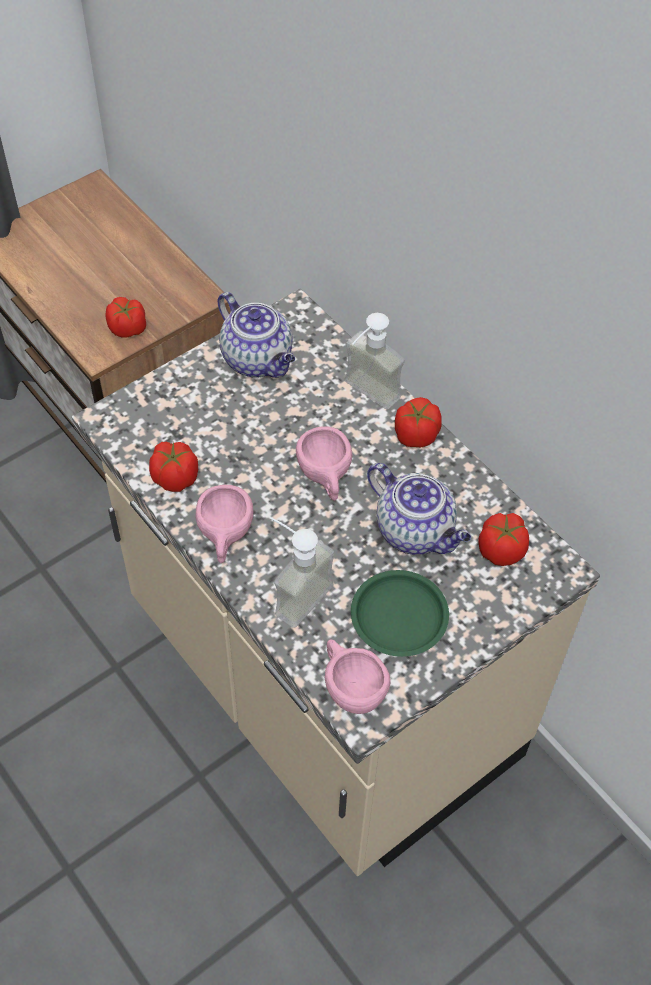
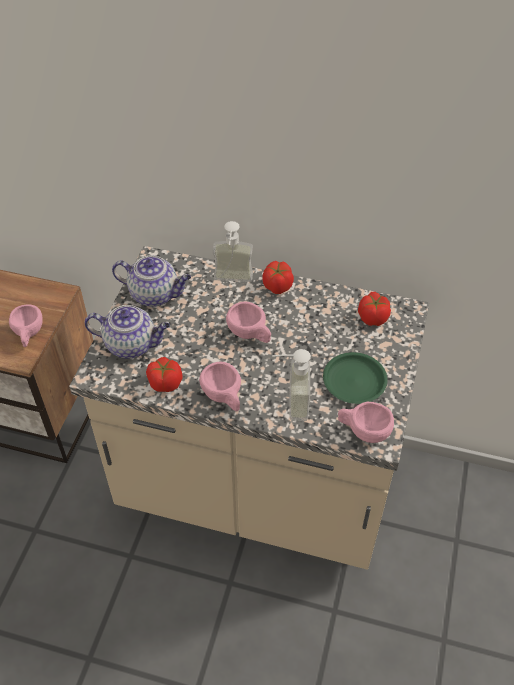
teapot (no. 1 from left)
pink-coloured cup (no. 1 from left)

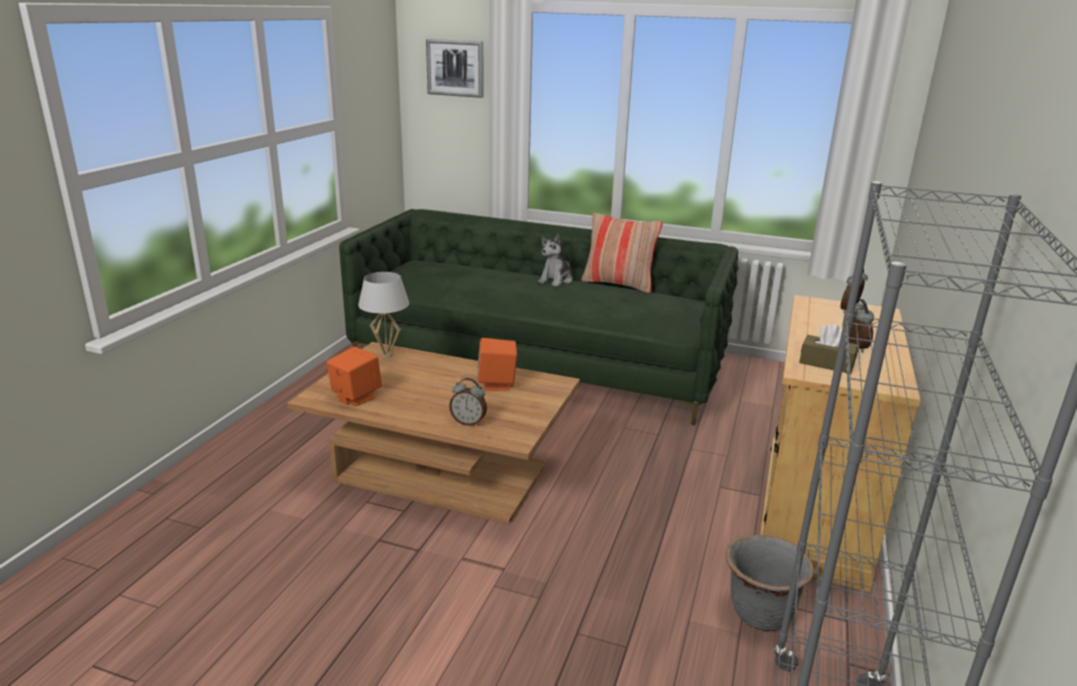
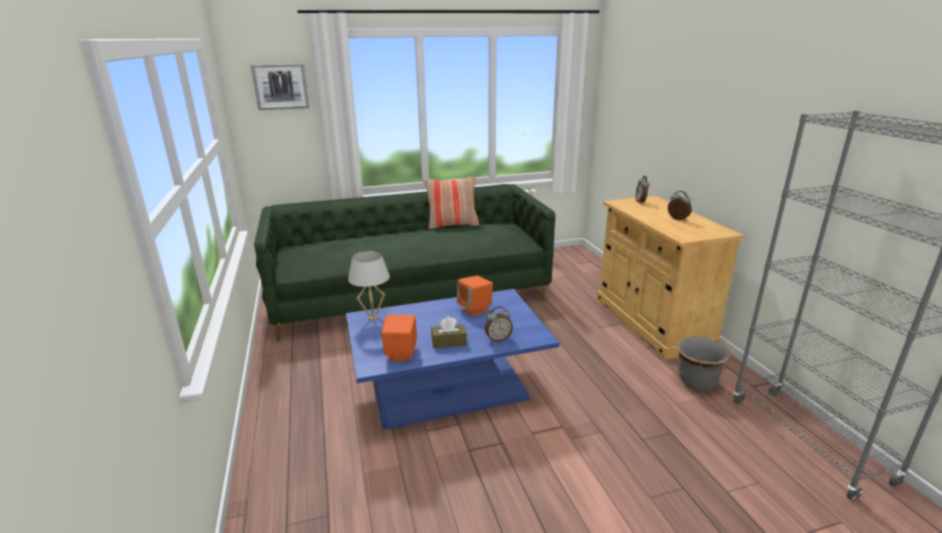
cuddly toy
brown tissue holder
blue-coloured coffee table

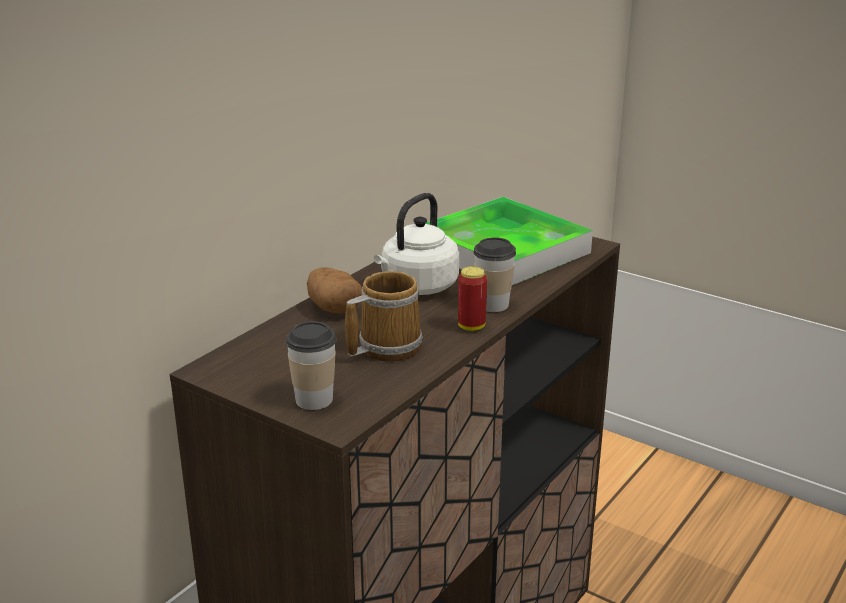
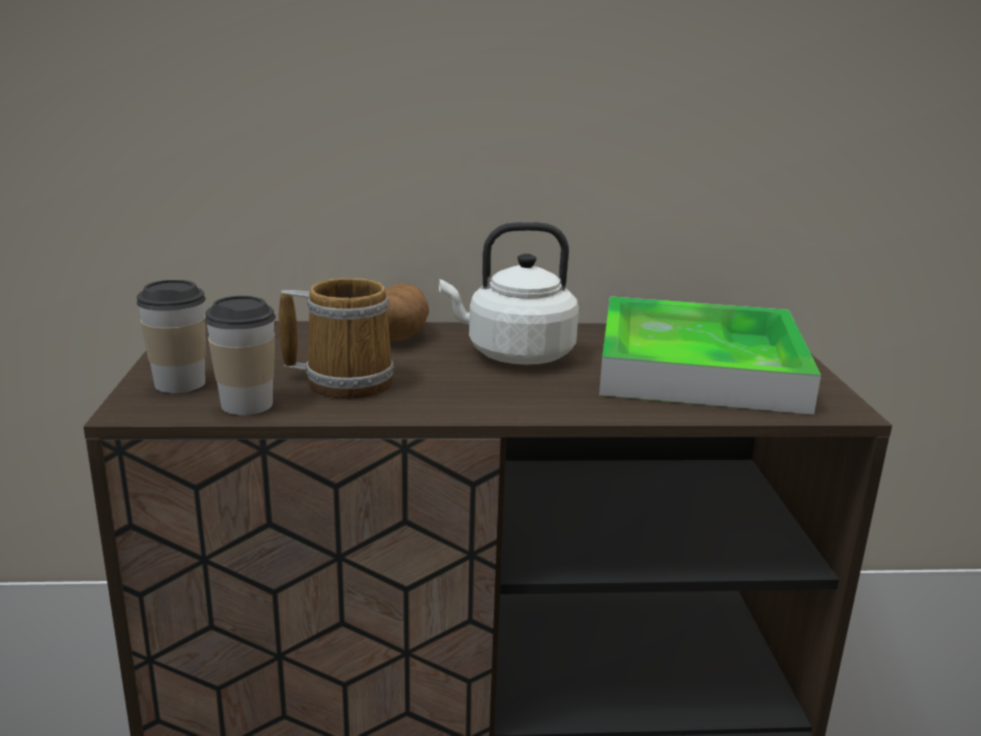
sealed can
cup (no. 2 from left)

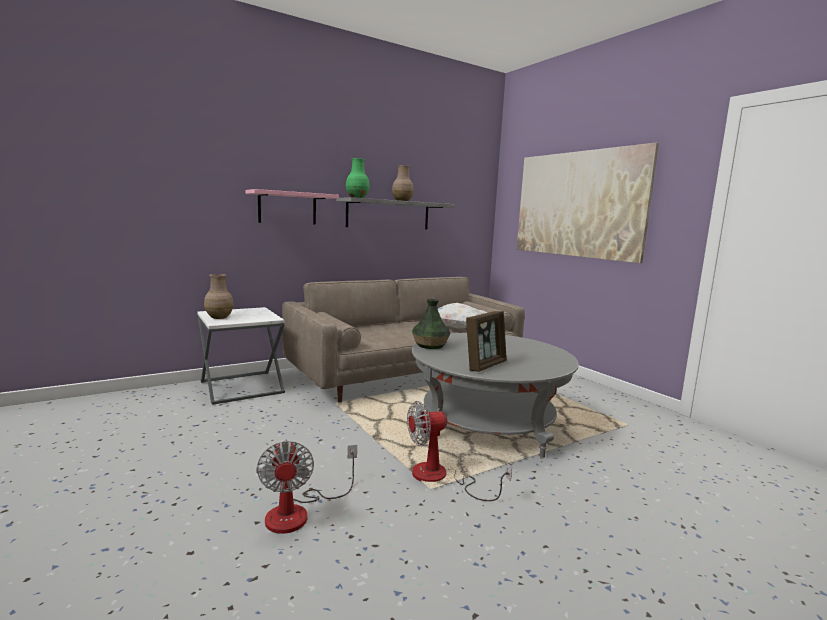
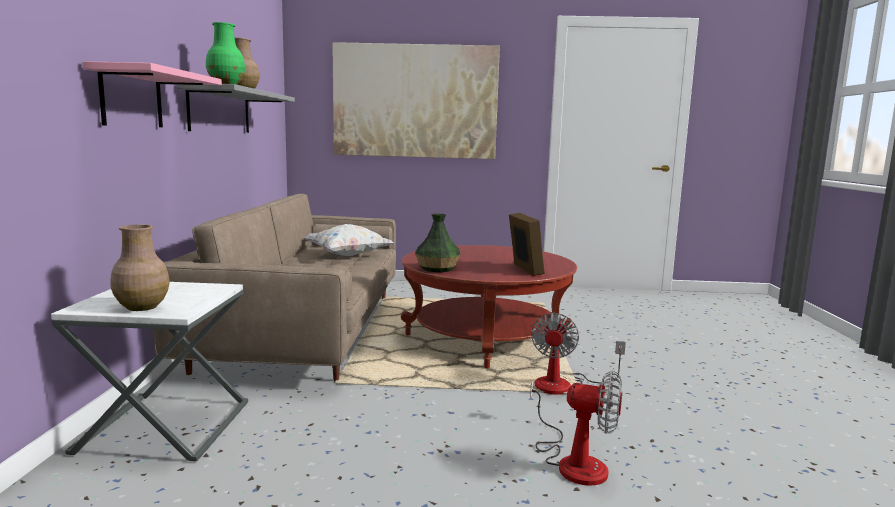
reddish coffee table

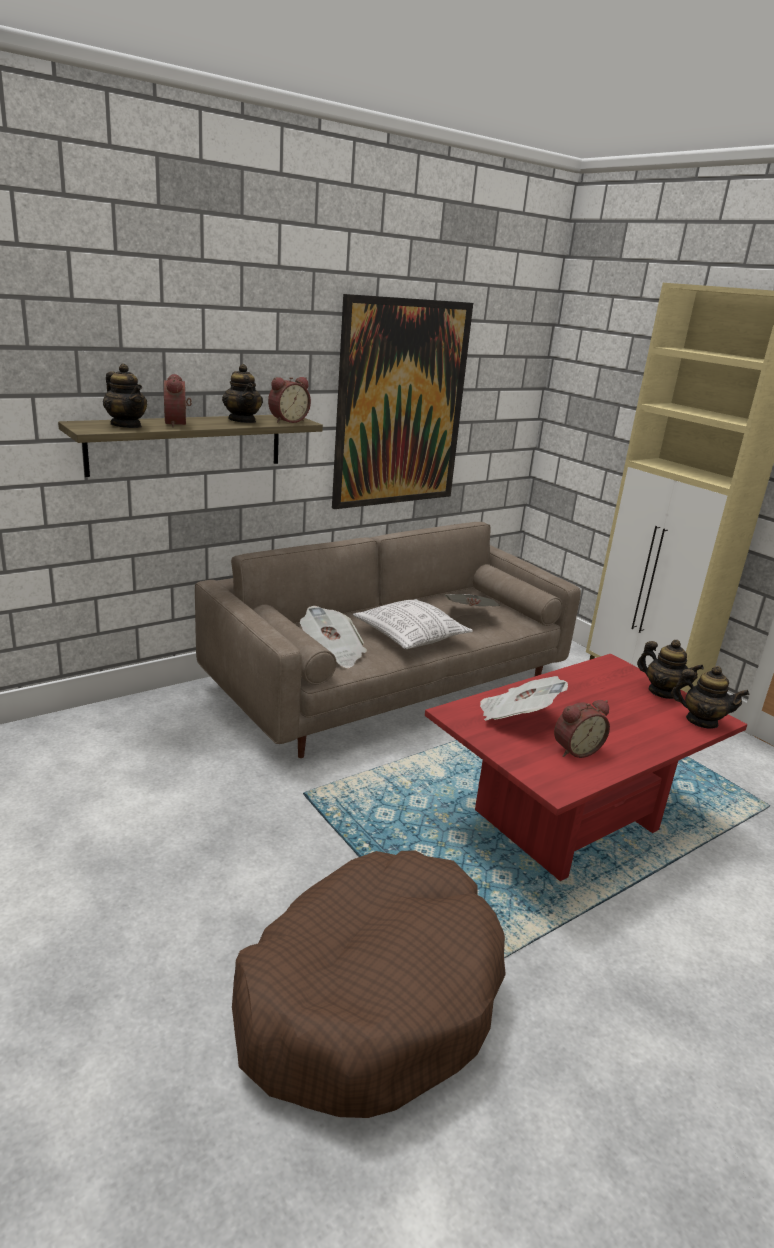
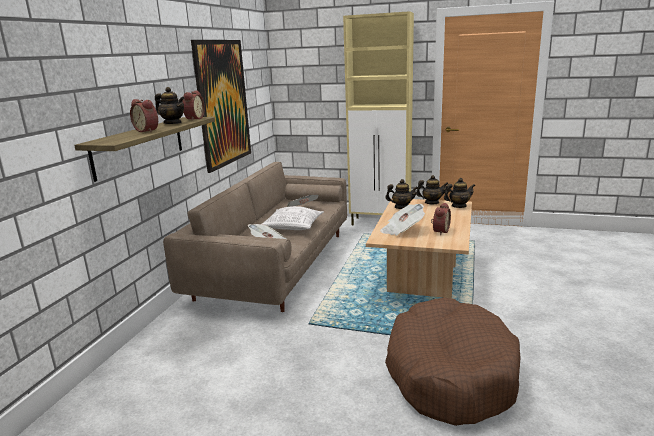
teapot (no. 2 from left)
beige-coloured coffee table

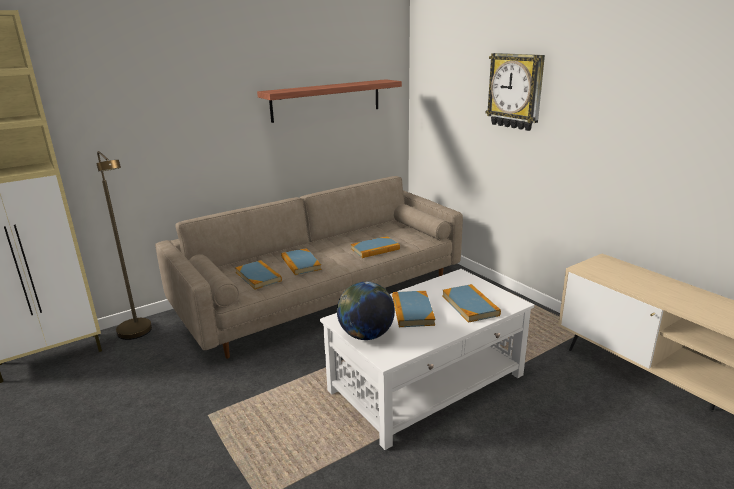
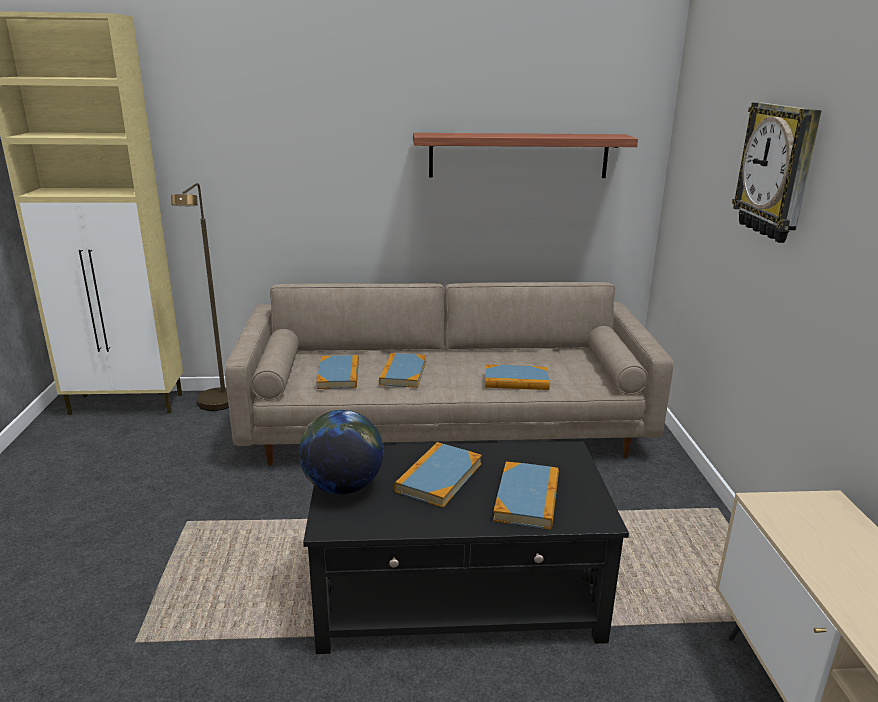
black coffee table

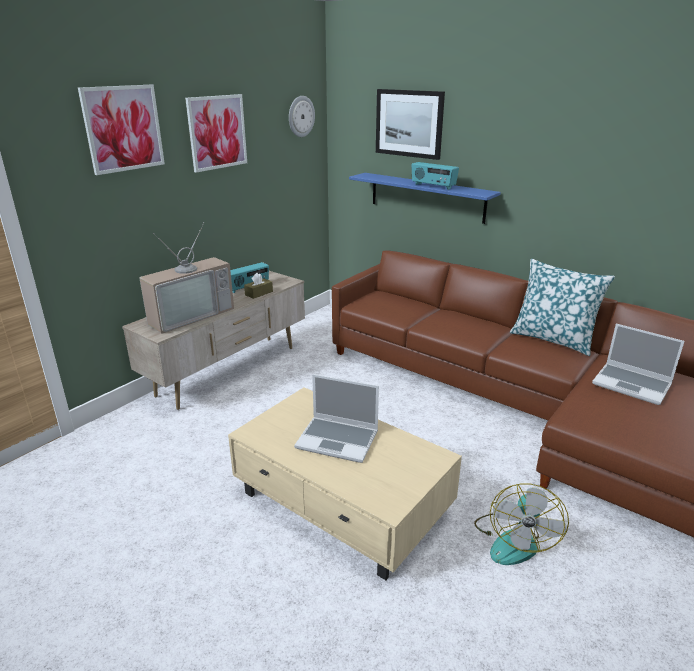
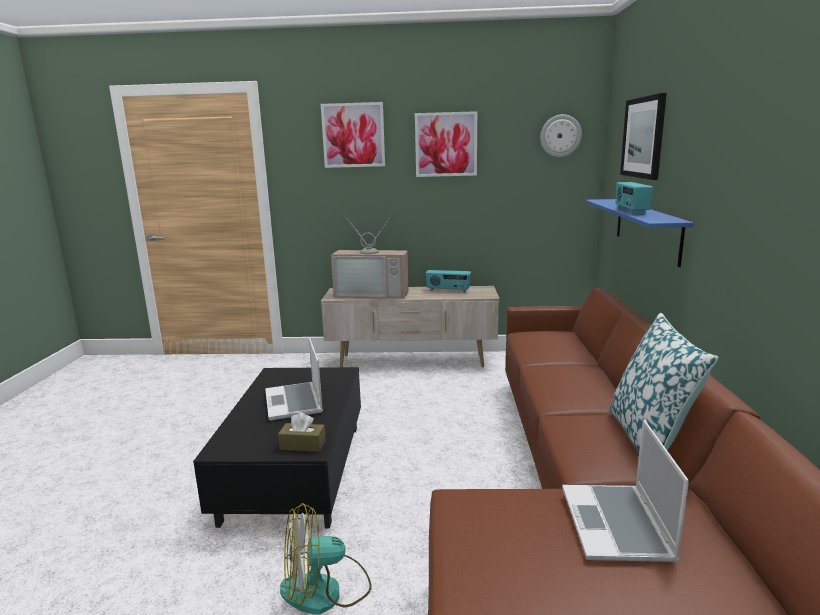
brown tissue holder
black coffee table

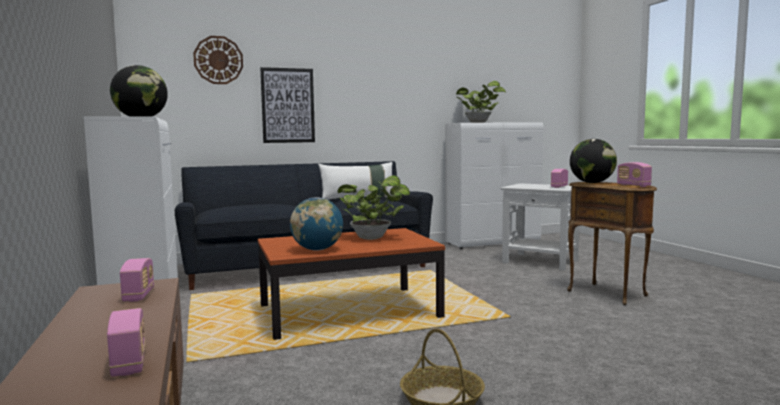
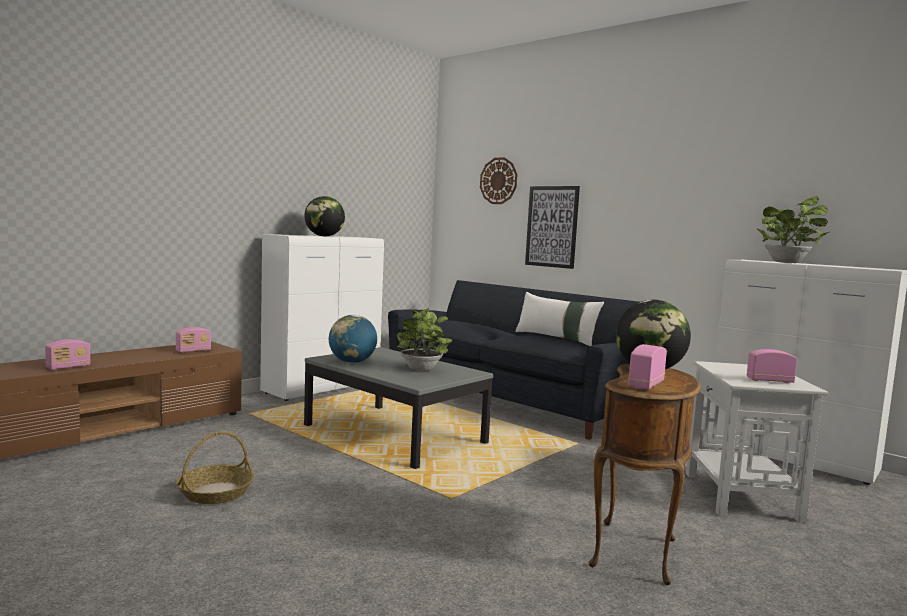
gray coffee table

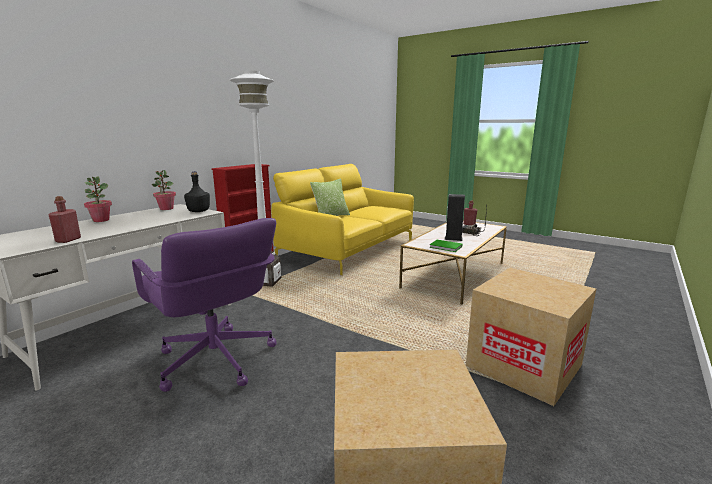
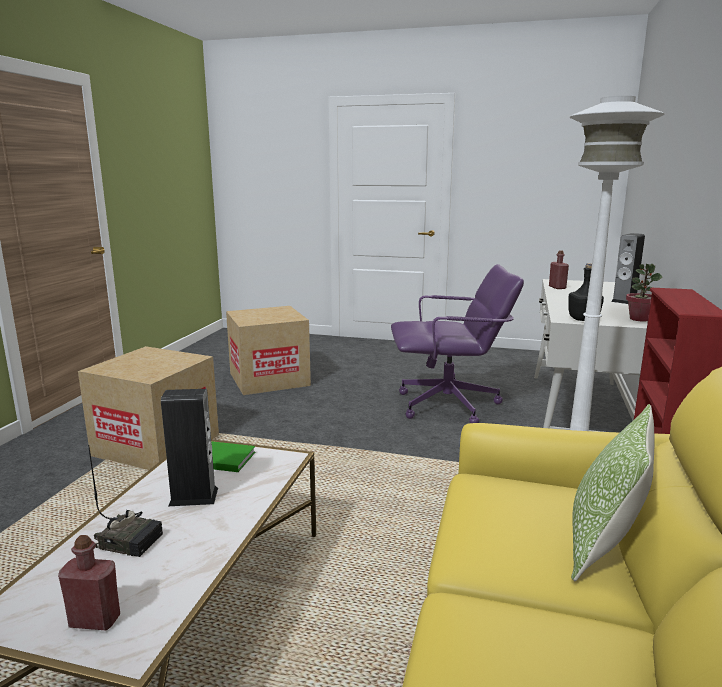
speaker (no. 2 from left)
purple office chair

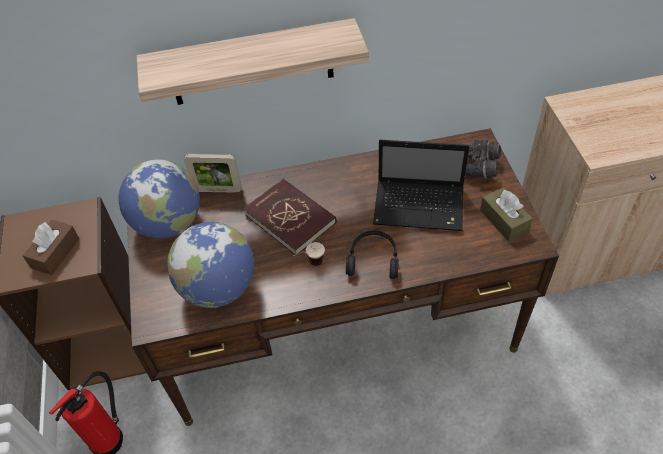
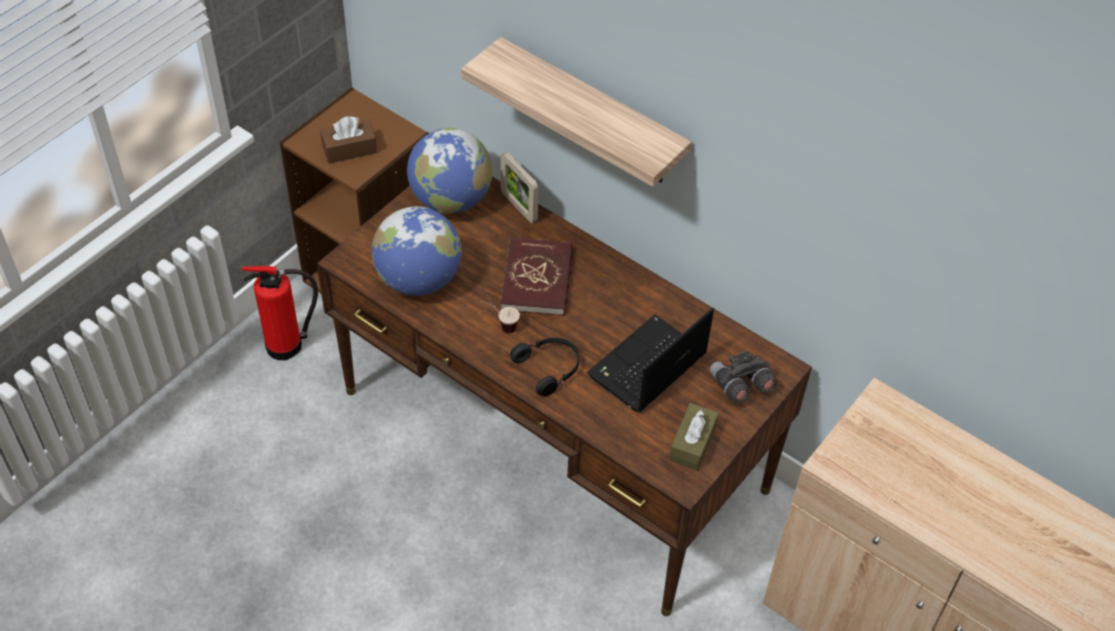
notebook computer

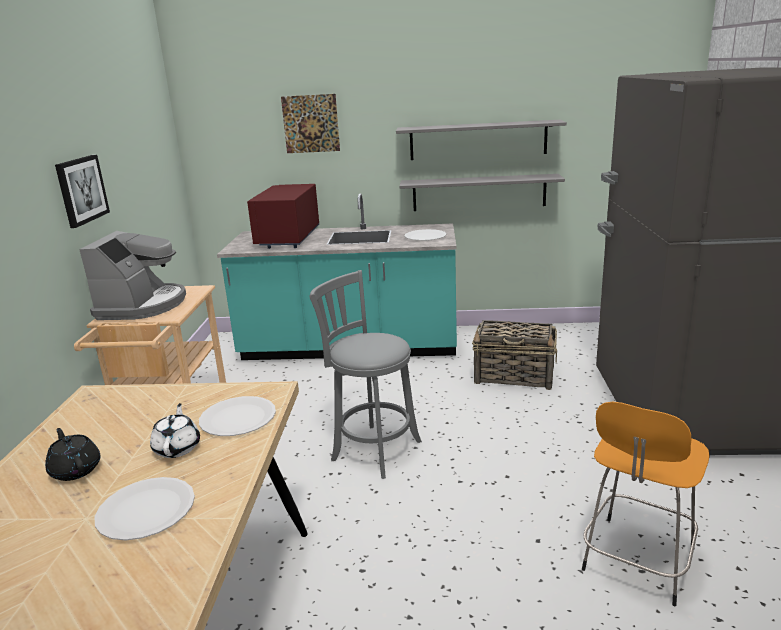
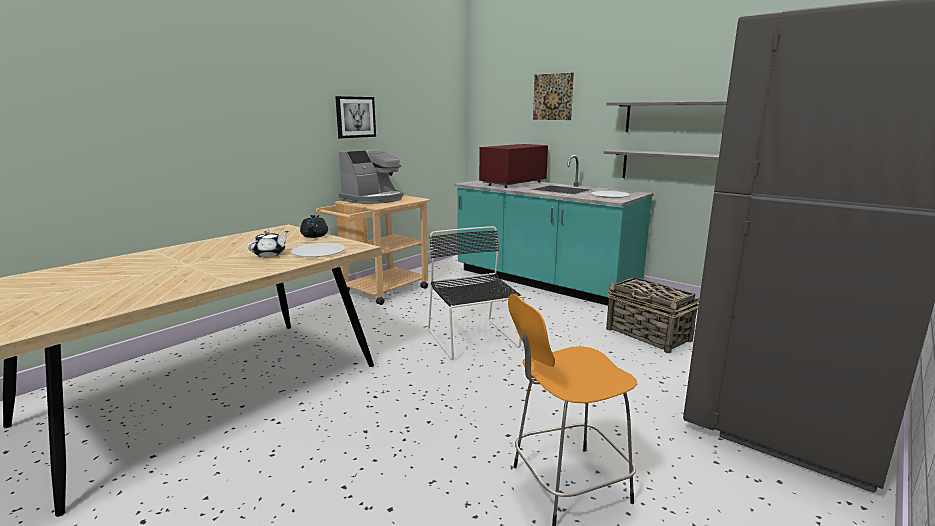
white dinner plate (no. 1 from left in the first image)
black teapot
black chair

